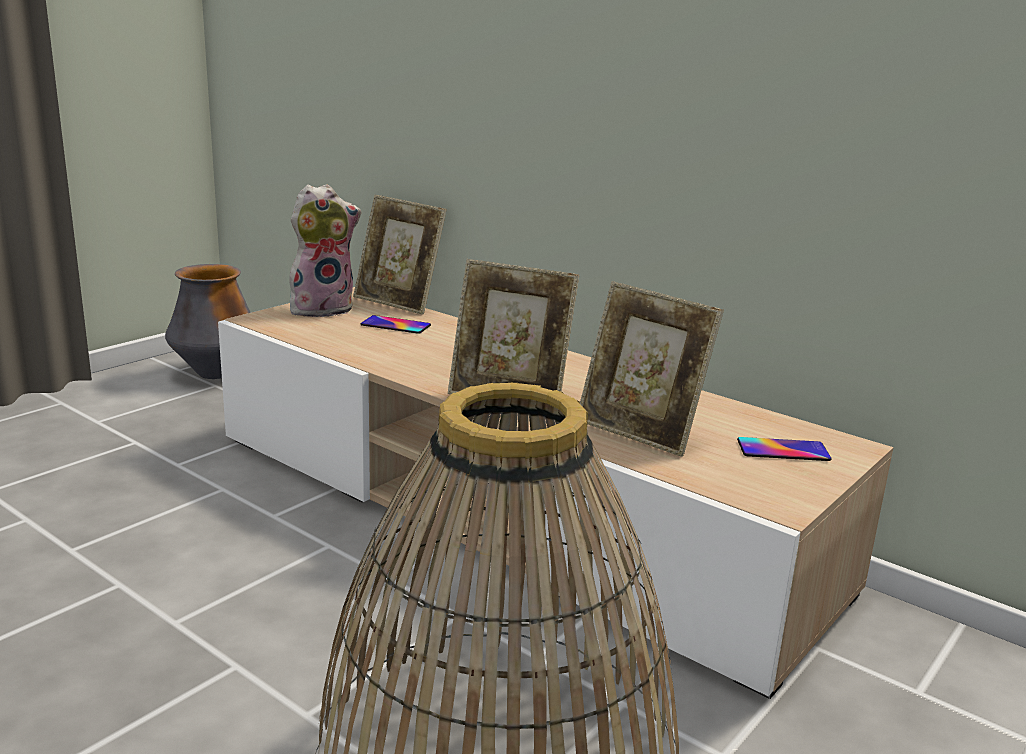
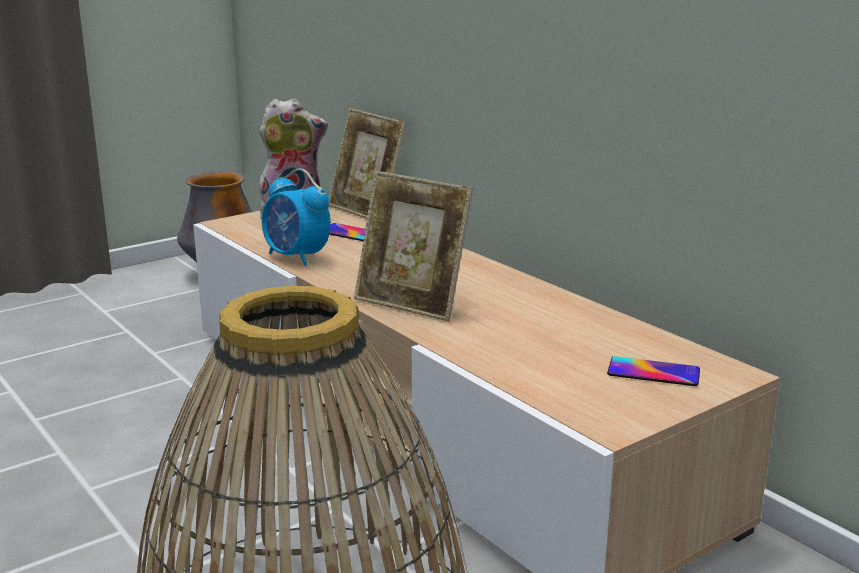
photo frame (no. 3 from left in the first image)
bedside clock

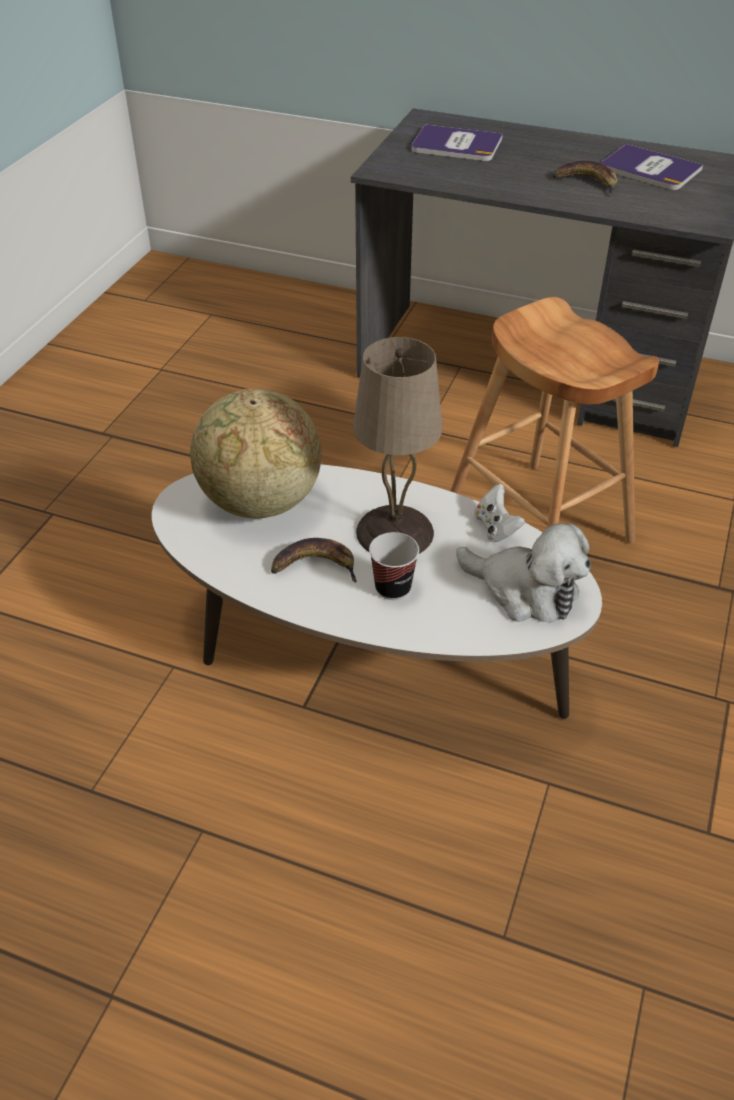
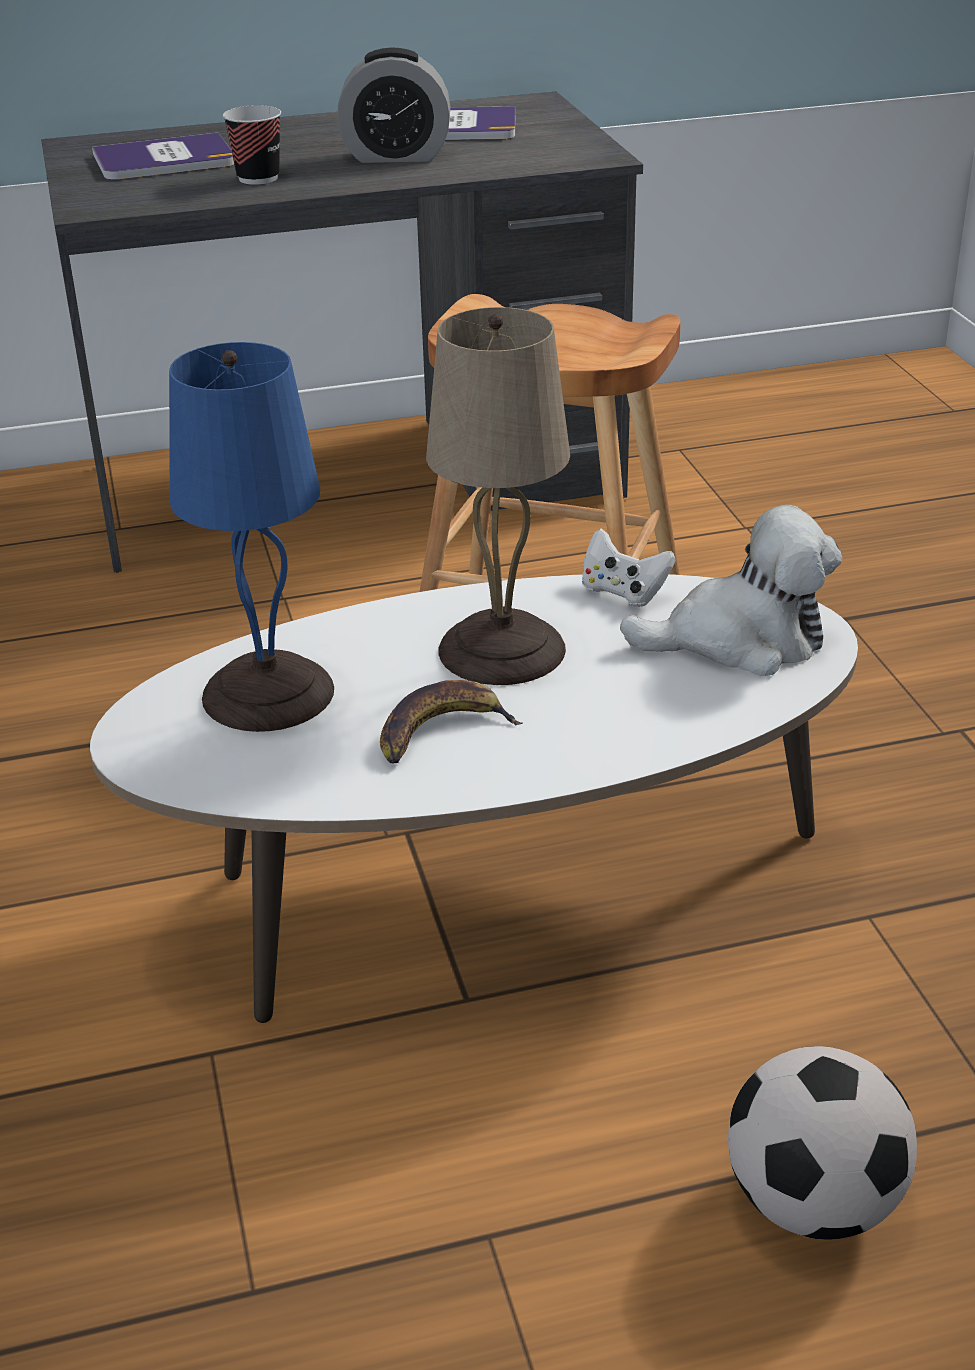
ball for football
cup
blue-coloured lamp for a table
bedside clock

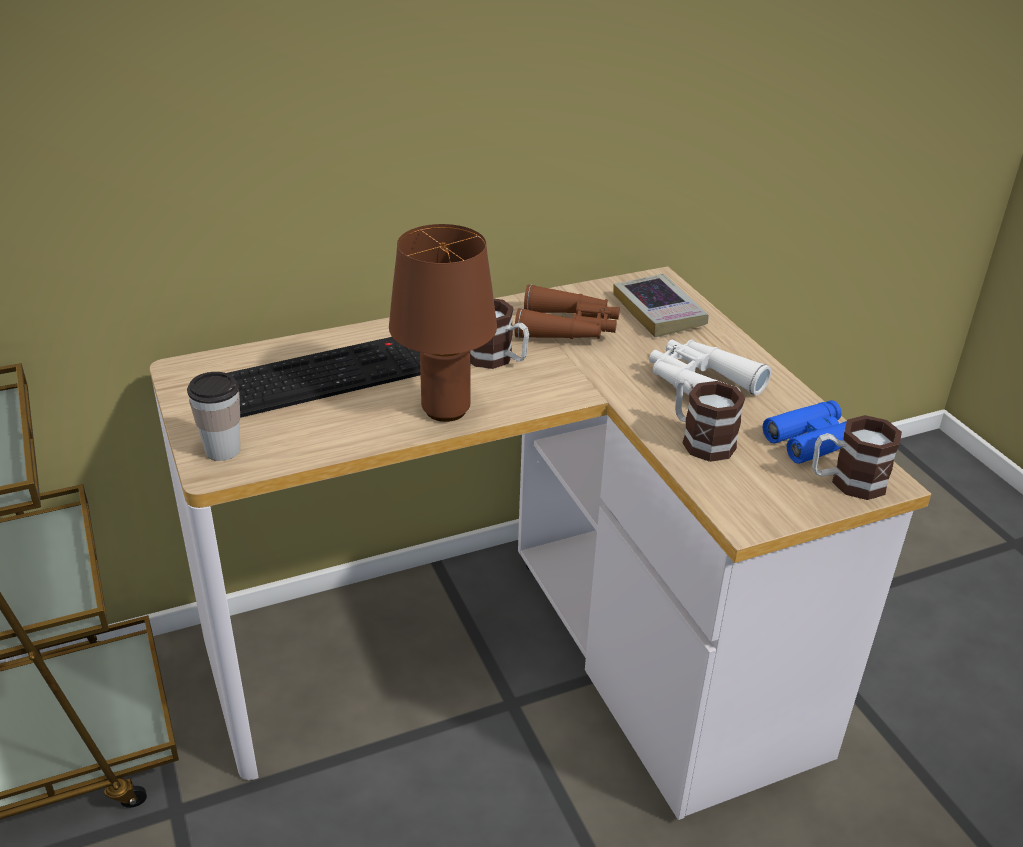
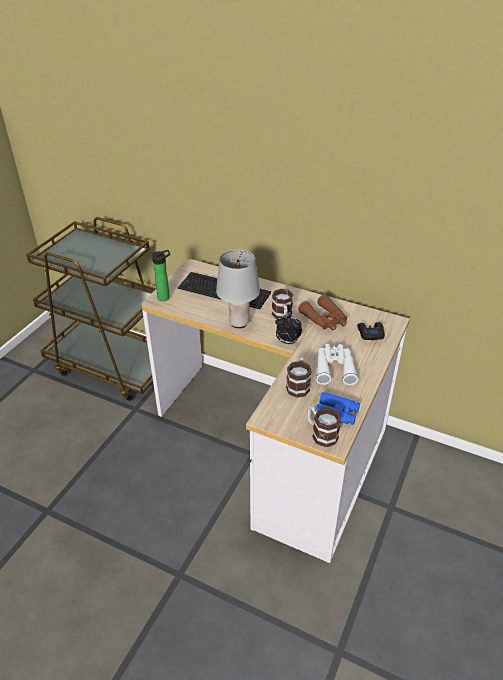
bedside clock
drink bottle
black joypad
gray lamp for a table

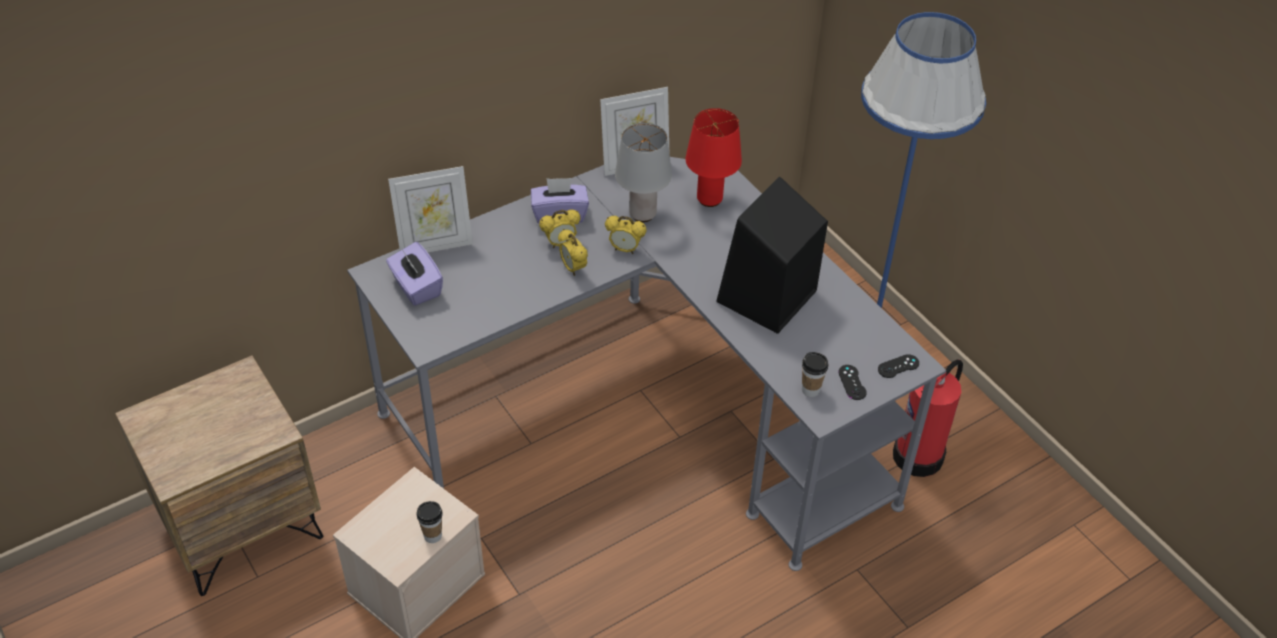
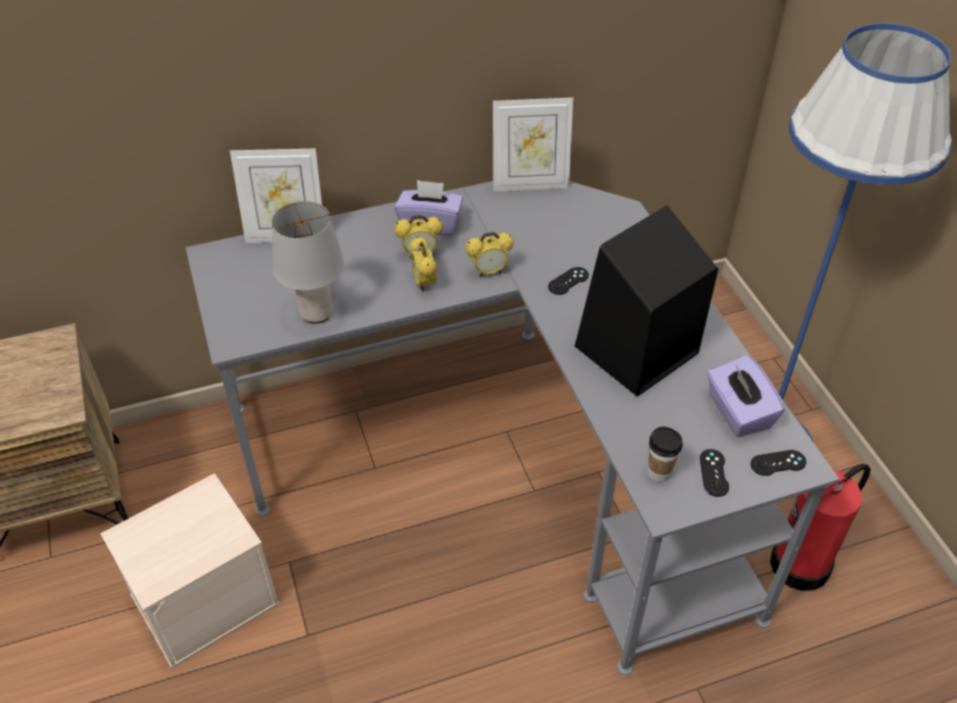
cup (no. 1 from left in the first image)
reddish lamp for a table
black joypad (no. 1 from left)
purple tissue holder (no. 2 from left)
gray lamp for a table
bedside clock (no. 3 from left)

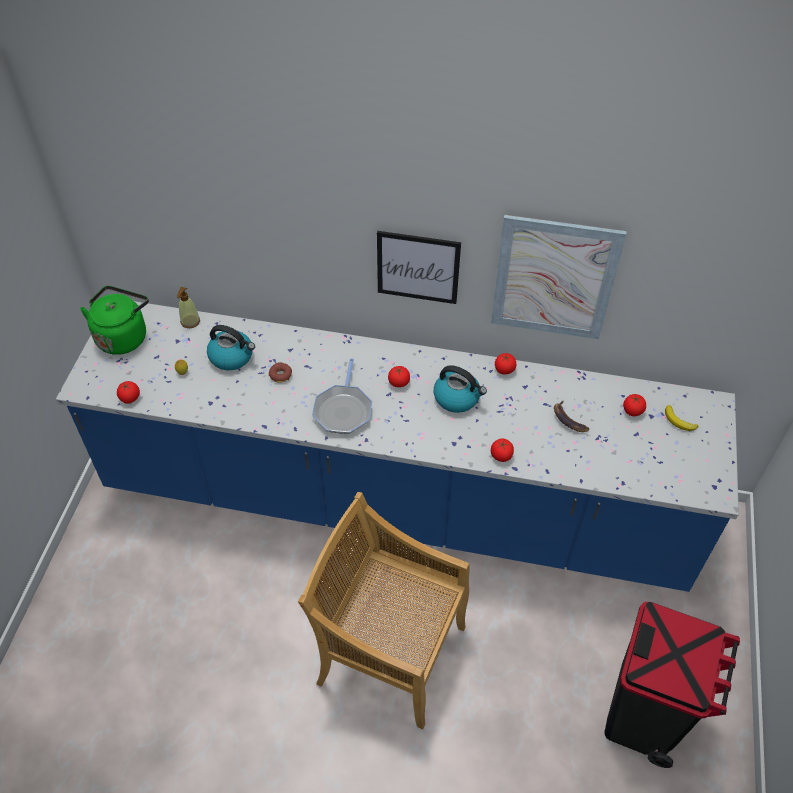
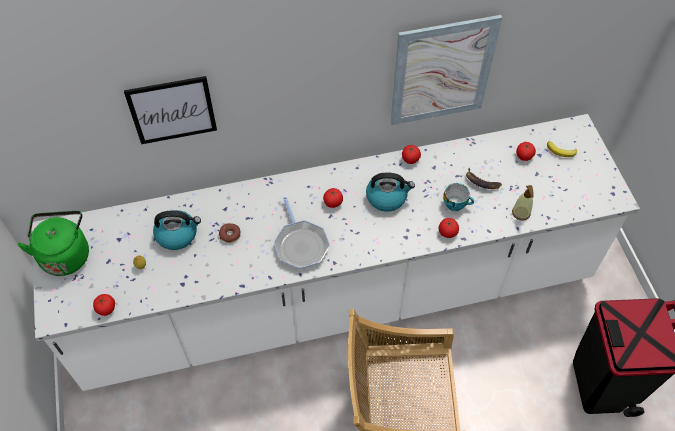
cup
soap bottle
wall picture (no. 1 from left)
white kitchen base unit

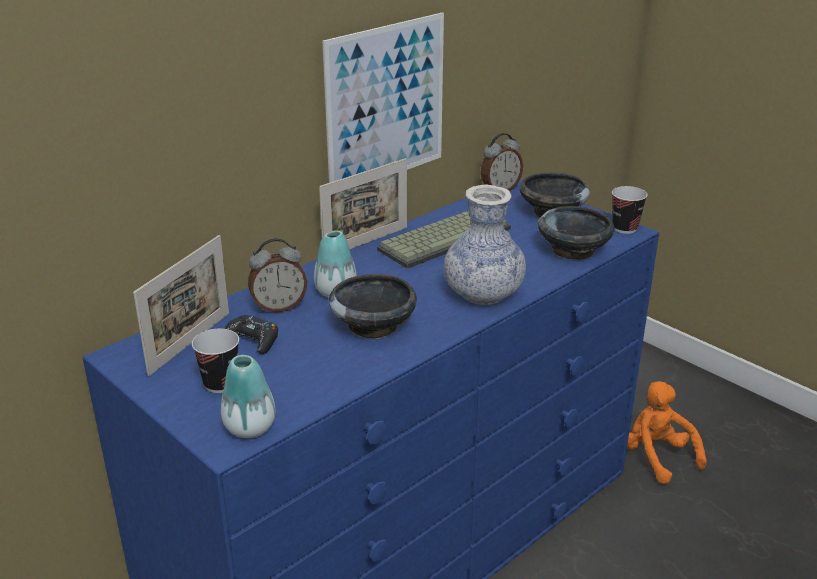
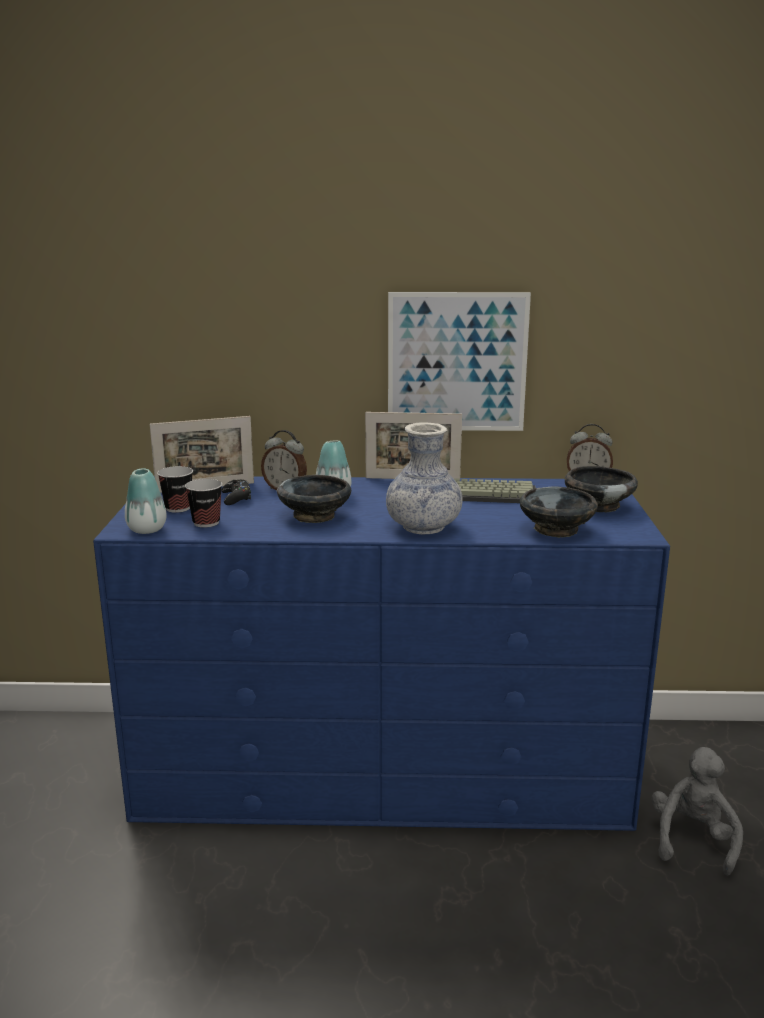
cup (no. 2 from left)
gray cuddly toy

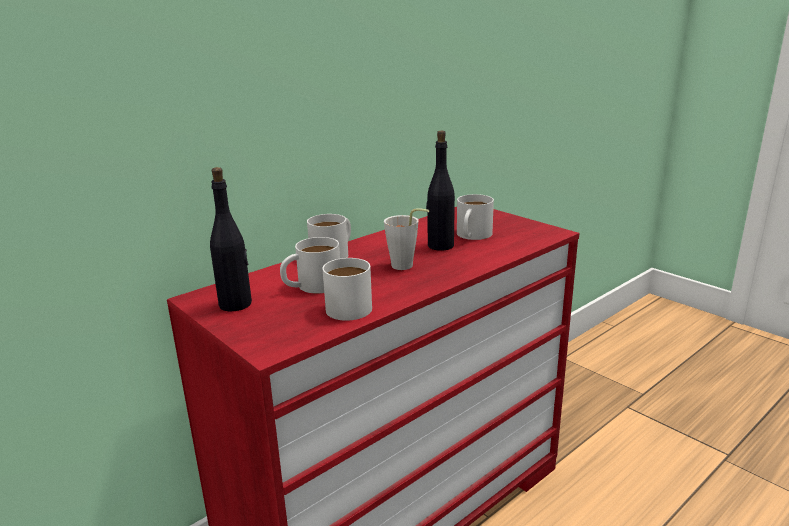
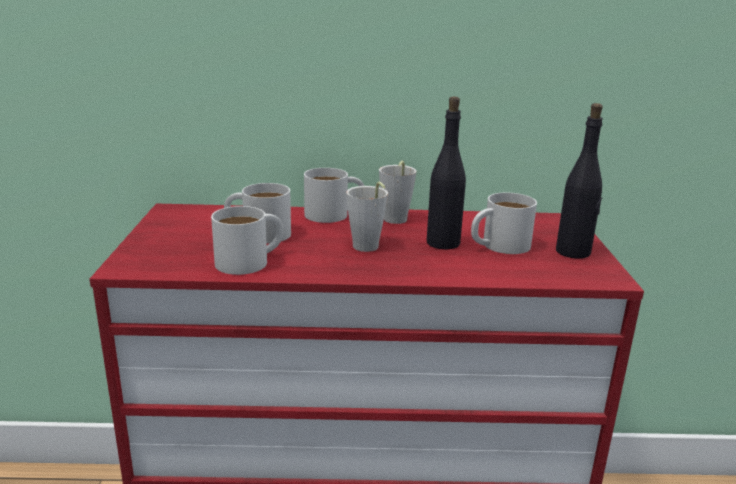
gray cup (no. 2 from left)
black drink bottle (no. 2 from left)

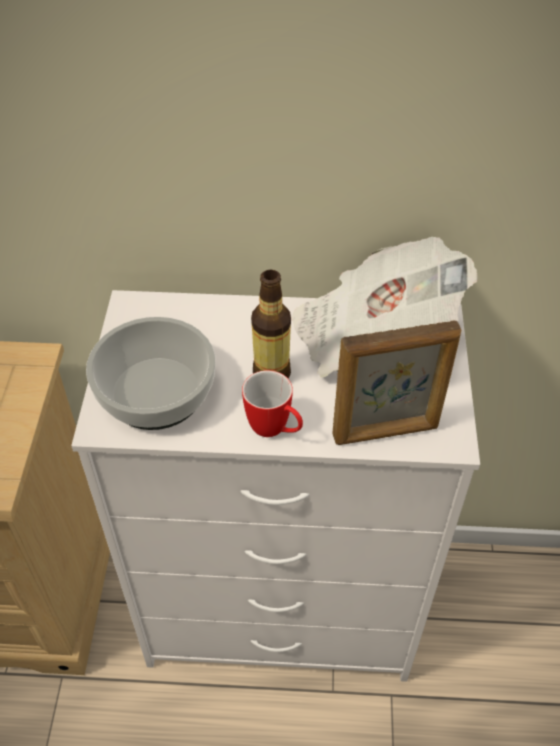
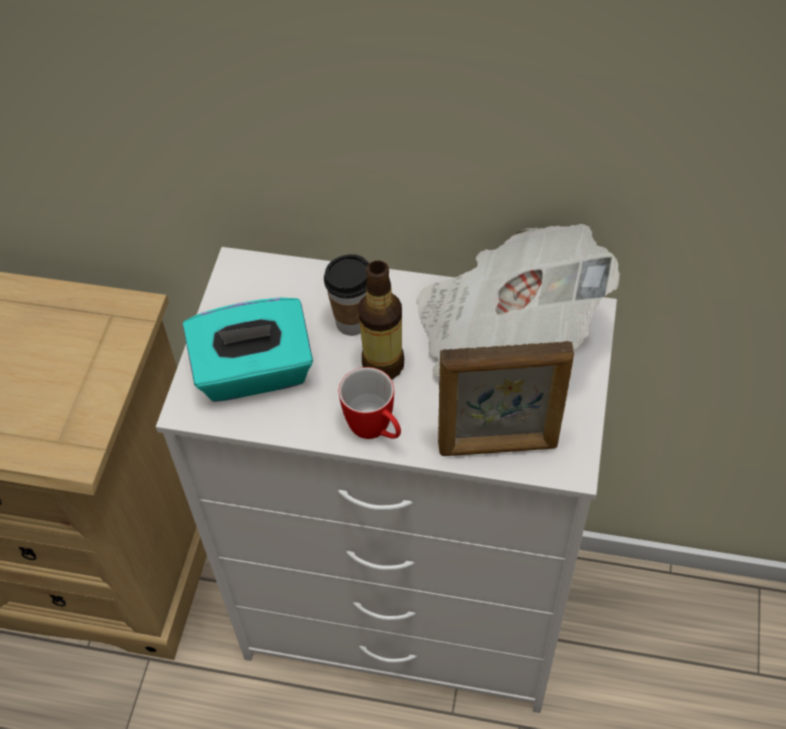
cup
blue-green tissue holder

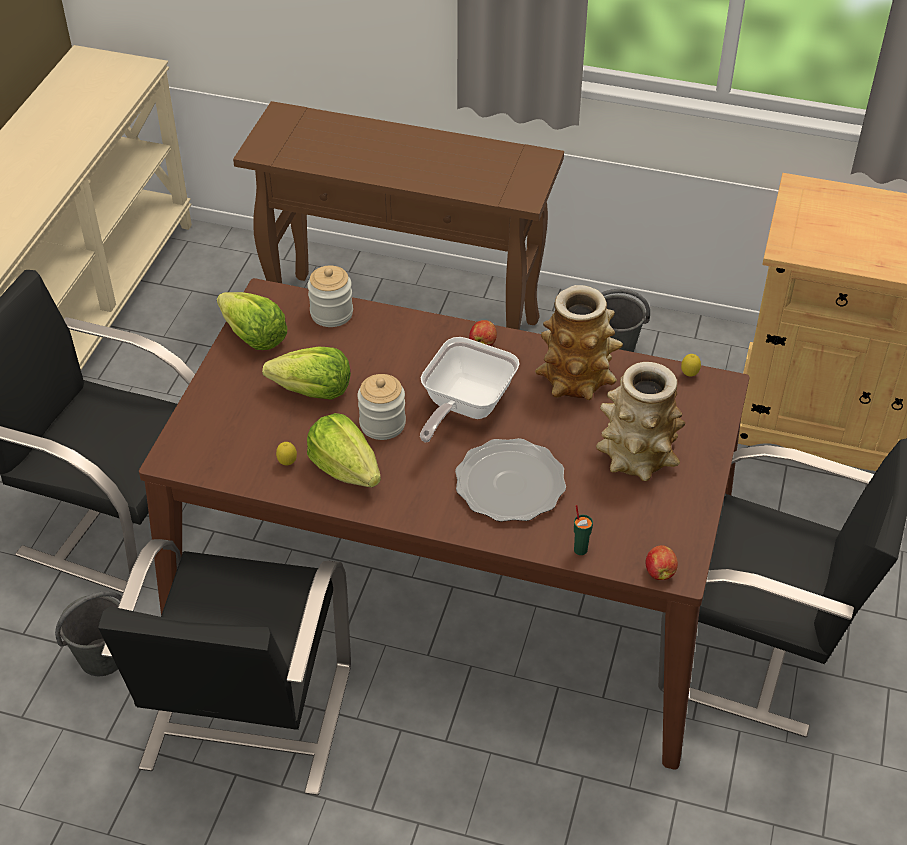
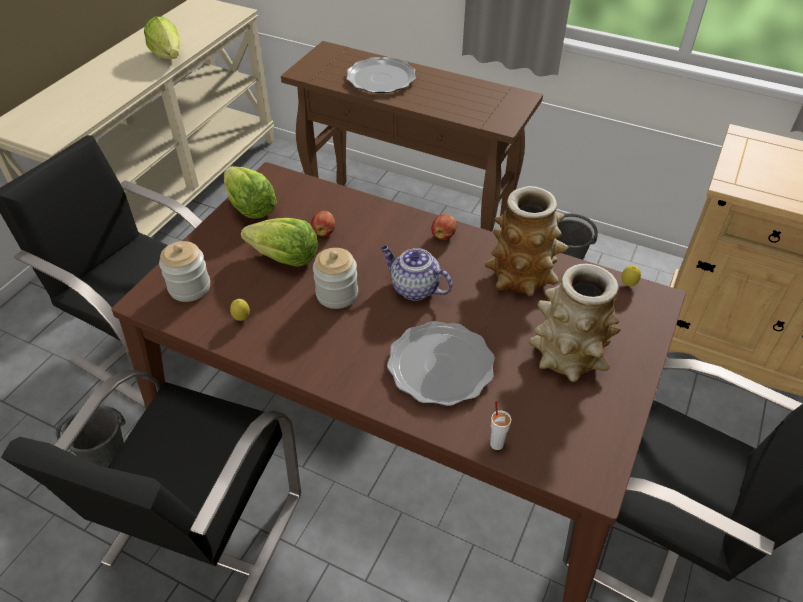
dinner plate (no. 1 from left)
storage jar (no. 1 from left)
lettuce (no. 1 from left)
apple (no. 1 from left)
teapot
white cup

